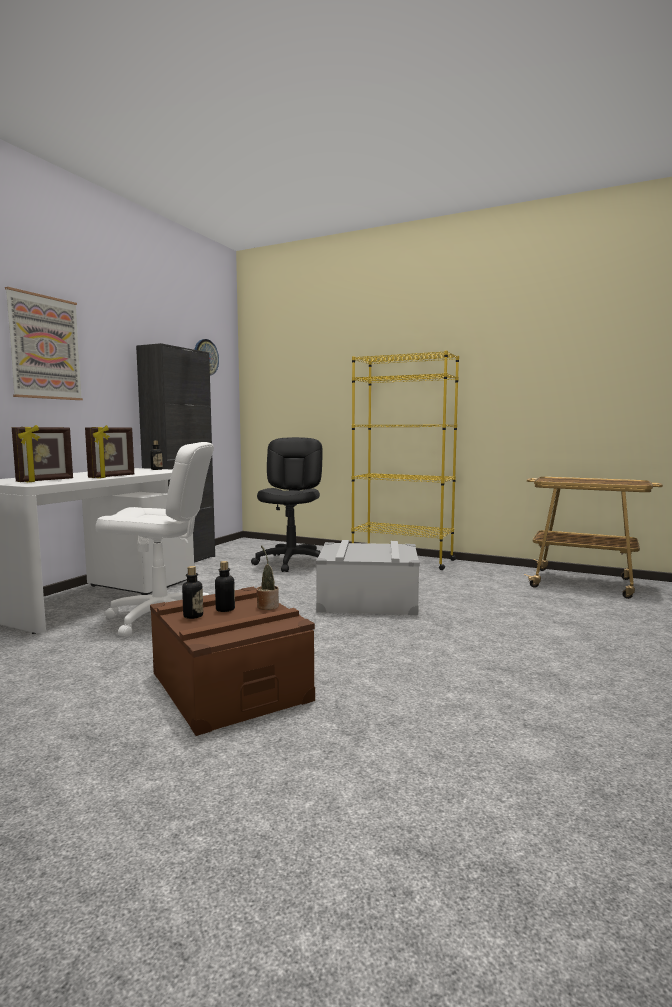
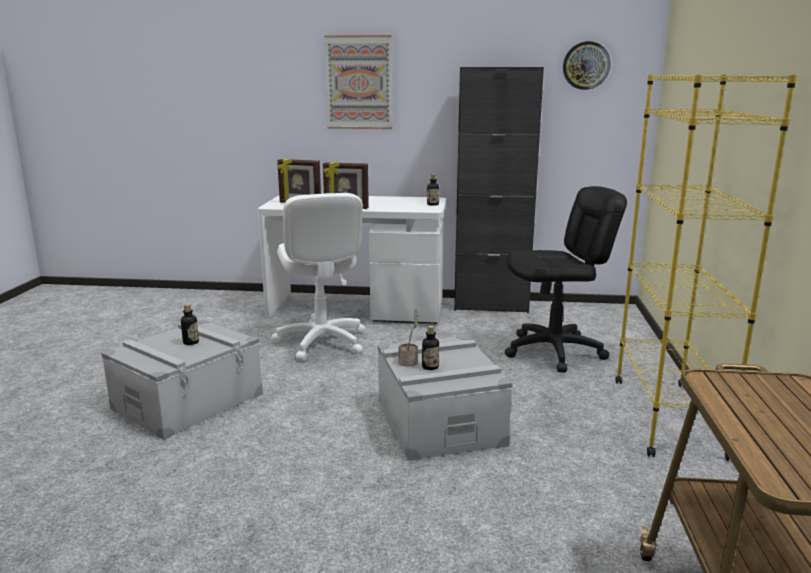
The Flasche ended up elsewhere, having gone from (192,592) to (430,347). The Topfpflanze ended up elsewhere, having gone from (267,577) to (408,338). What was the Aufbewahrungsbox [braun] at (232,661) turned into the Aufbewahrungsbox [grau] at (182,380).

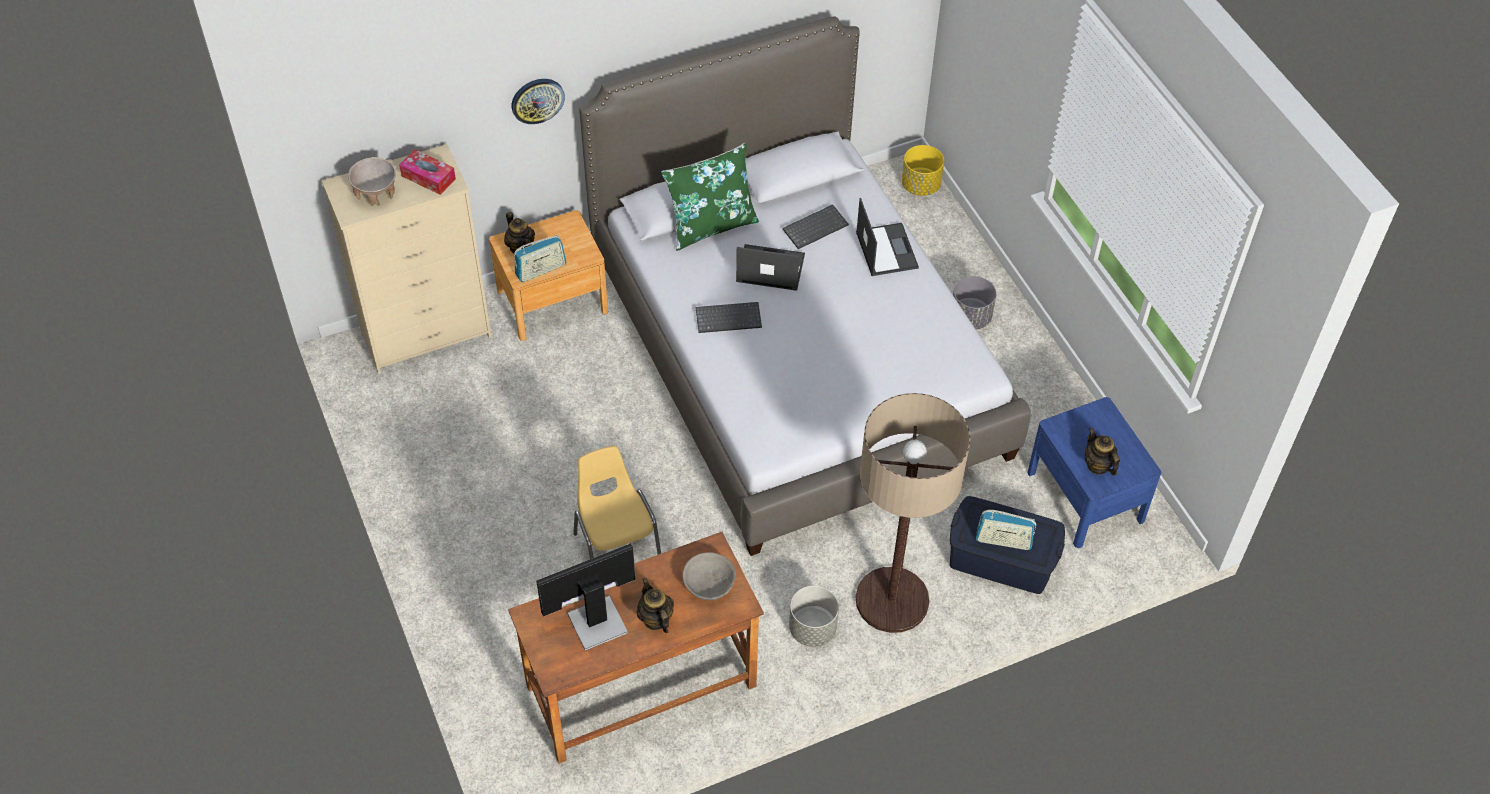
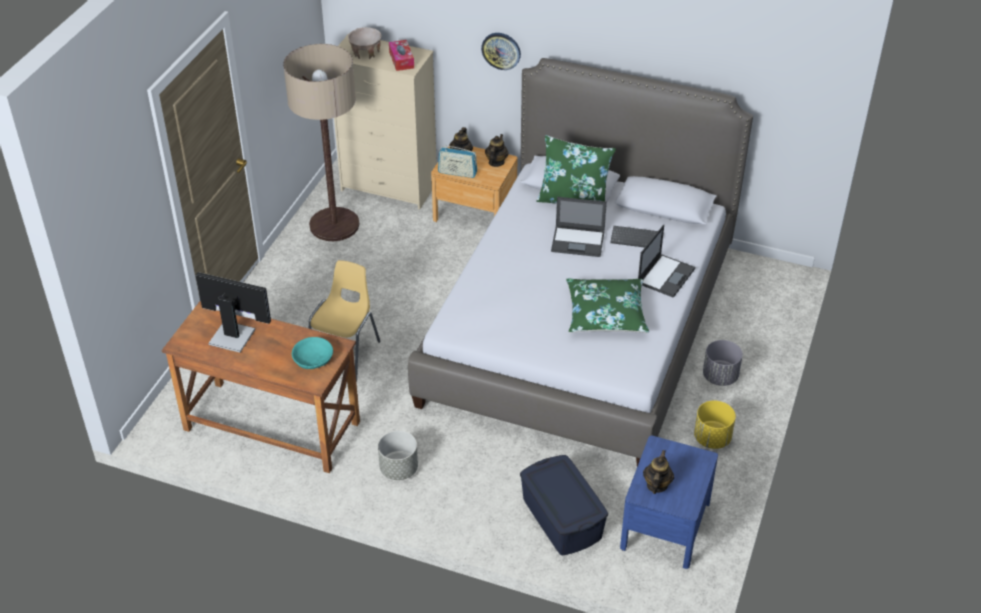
The second view lost the Tastatur at (729,317). The second view lost the Radio at (1006,530). The second view gained the Kissen [grün] at (607,306). The Teekanne ended up elsewhere, having gone from (655,605) to (497,150). The Stehlampe ended up elsewhere, having gone from (913,513) to (321,142). The Pflanzkübel [gelb] ended up elsewhere, having gone from (923,170) to (715,425). What was the Schüssel [grau] at (708,576) turned into the Schüssel [türkis] at (312,353). The Laptop at (770,267) ended up facing another way, 135 degrees clockwise from before.

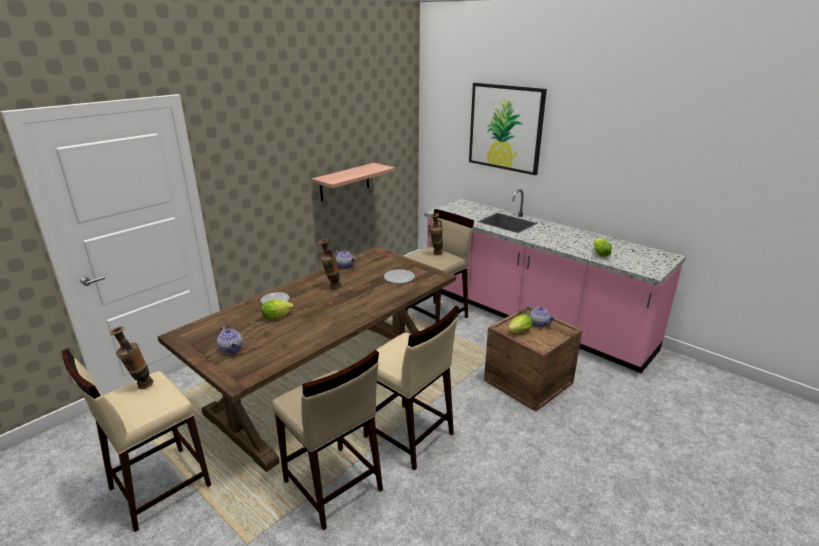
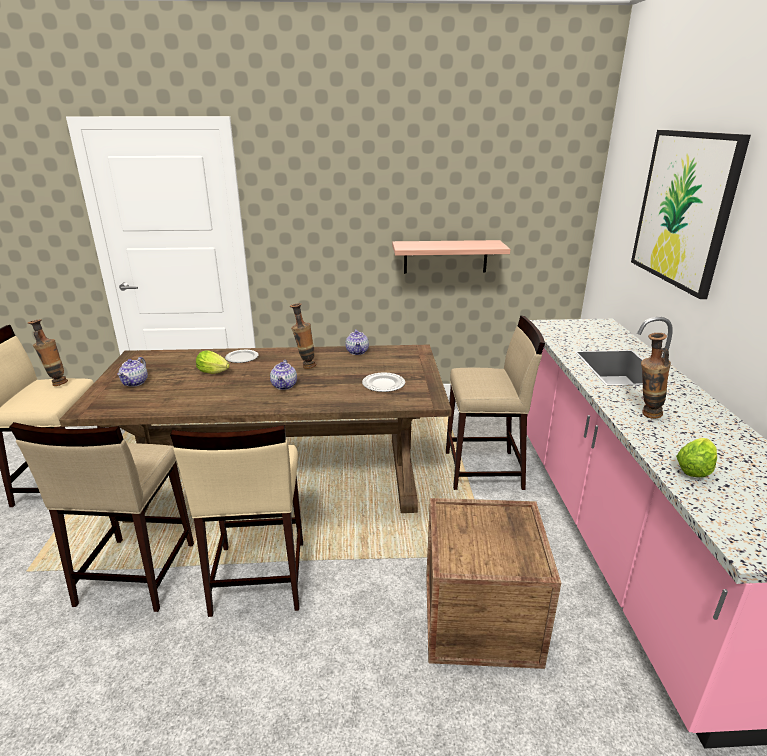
The second view lost the Salatkopf at (520,323). The Vase ended up elsewhere, having gone from (436,234) to (656,376). The Teekanne ended up elsewhere, having gone from (540,317) to (283,375).

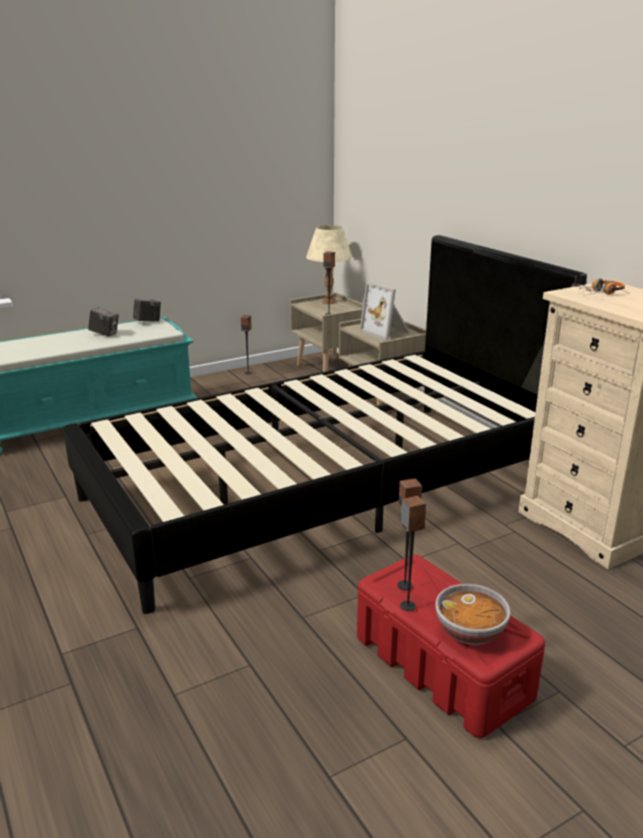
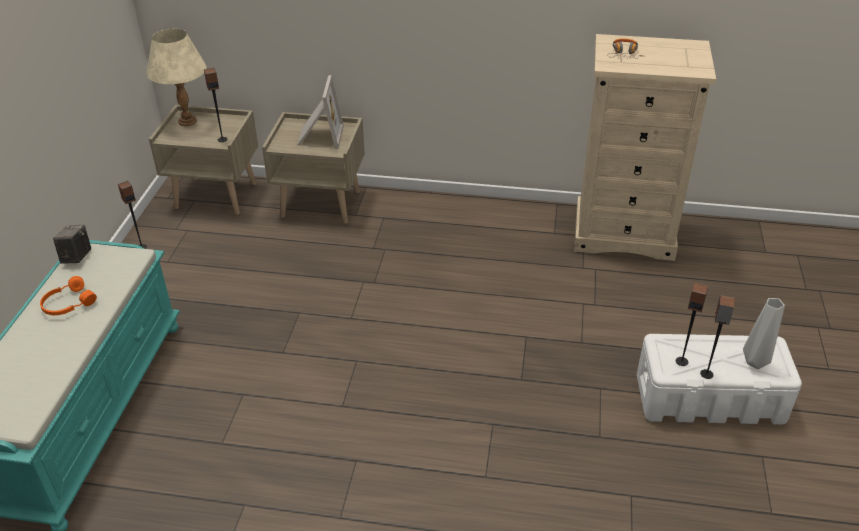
The second view lost the Bett [schwarz] at (325,424). Where the Kamera stood at (103,321), the Kopfhörer [orange] came to stand at (68,295). Where the Schüssel stood at (473,614), the Vase [grau] came to stand at (764,333). What was the Aufbewahrungsbox [rot] at (451,646) turned into the Aufbewahrungsbox [weiß] at (719,379). The Bilderrahmen at (384,311) ended up facing another way, 90 degrees counterclockwise from before.

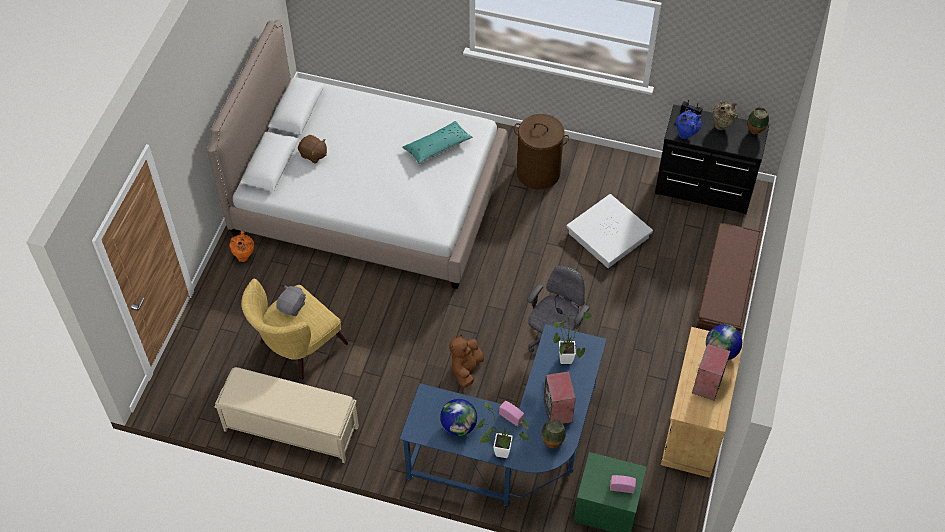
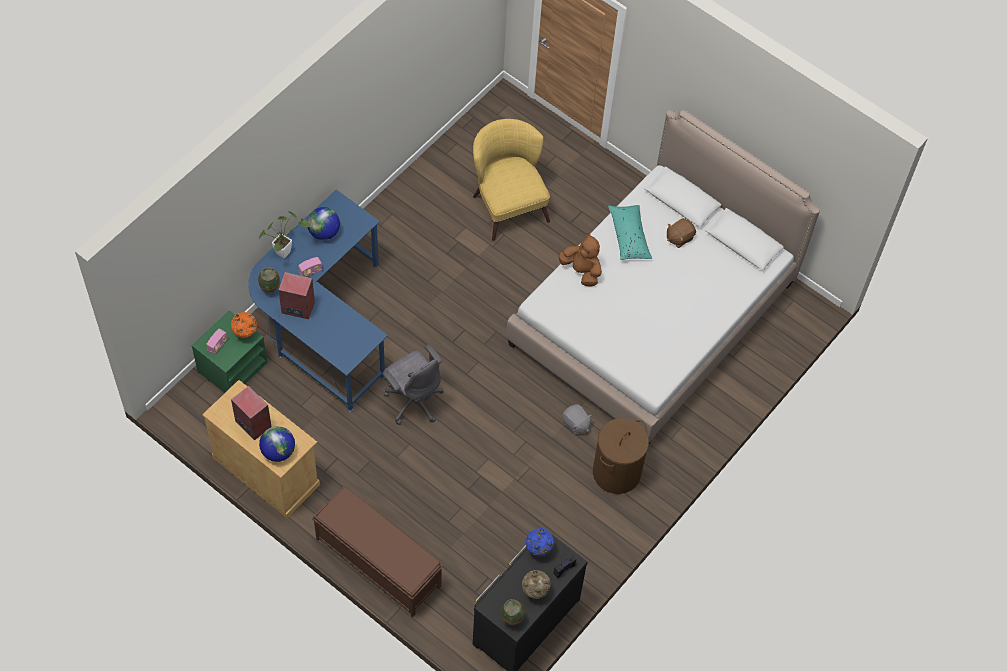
The second view lost the Bank [beige] at (287,415). The second view lost the Topfpflanze at (573,338). The second view lost the Aufbewahrungsbox [weiß] at (609,231). The Vase [orange] ended up elsewhere, having gone from (241,246) to (244,325). The Plüschtier [grau] ended up elsewhere, having gone from (291,300) to (577,419). The Kissen [türkis] ended up elsewhere, having gone from (437,142) to (630,232). The Plüschtier [braun] ended up elsewhere, having gone from (466,361) to (580,260).

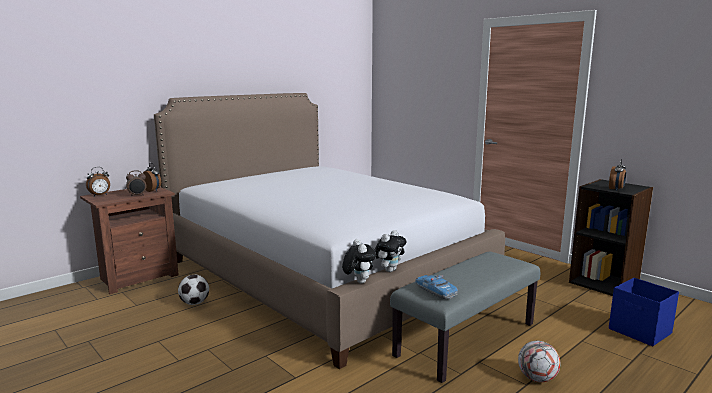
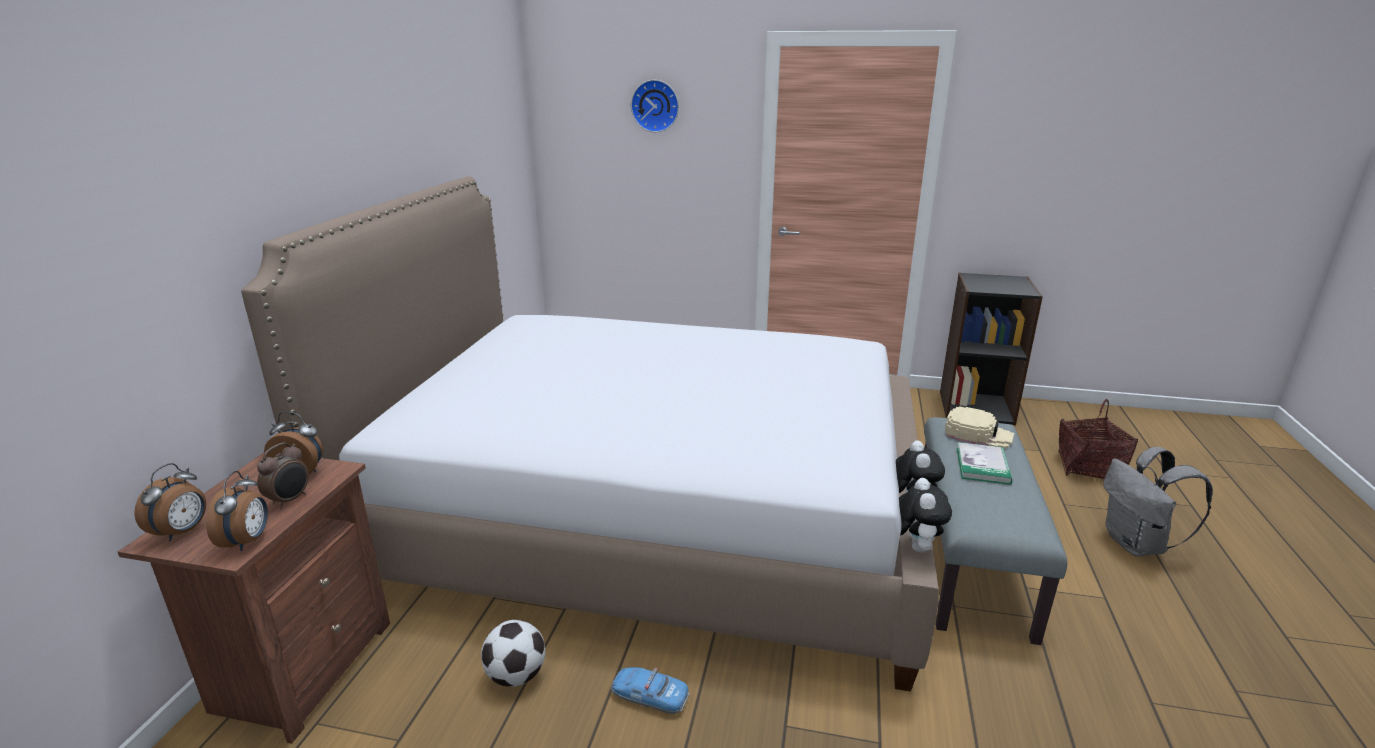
The second view lost the Fußball at (539,361). The second view gained the Wanduhr at (655,106). The second view gained the Kappe [beige] at (979,427). The second view gained the Buch at (984,463). The second view gained the Rucksack [grau] at (1158,501). The Spielzeugauto ended up elsewhere, having gone from (436,287) to (650,690). The Wecker ended up elsewhere, having gone from (617,175) to (237,511). Where the Aufbewahrungsbox [blau] stood at (644,312), the Korb came to stand at (1098,439). The Plüschtier at (359,261) ended up facing another way, 60 degrees clockwise from before.

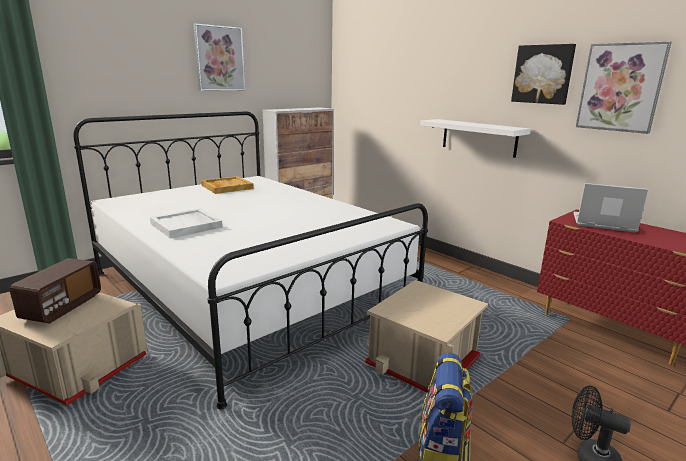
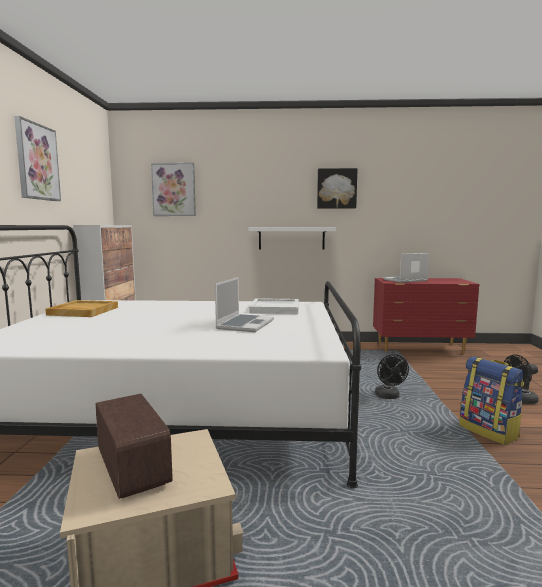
The second view gained the Laptop at (244,304). The Tablett [weiß] ended up elsewhere, having gone from (186,223) to (274,306). The Bild ended up elsewhere, having gone from (624,87) to (173,189). Where the Aufbewahrungsbox [beige] stood at (426,336), the Ventilator [schwarz] came to stand at (392,376).

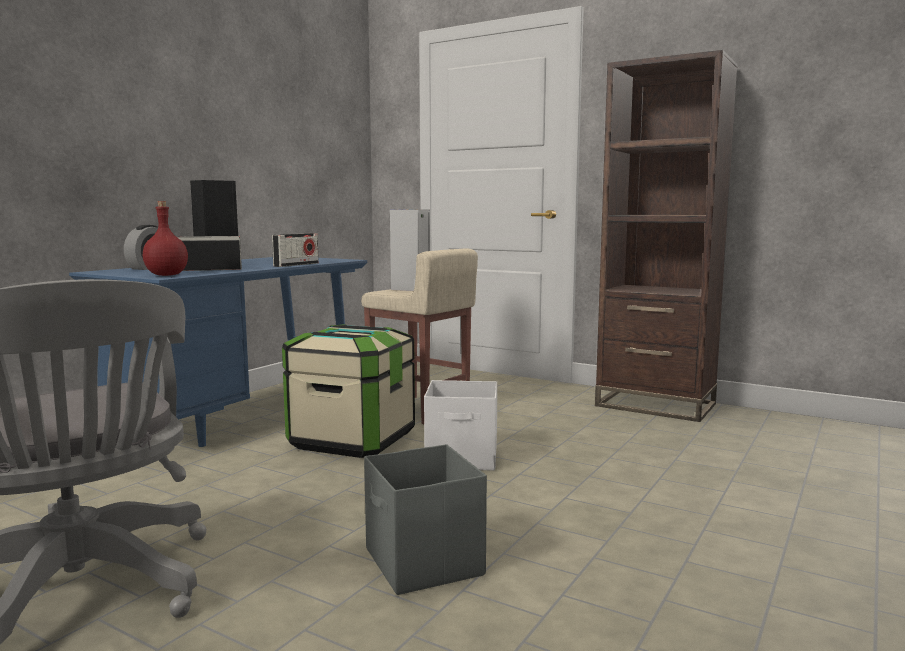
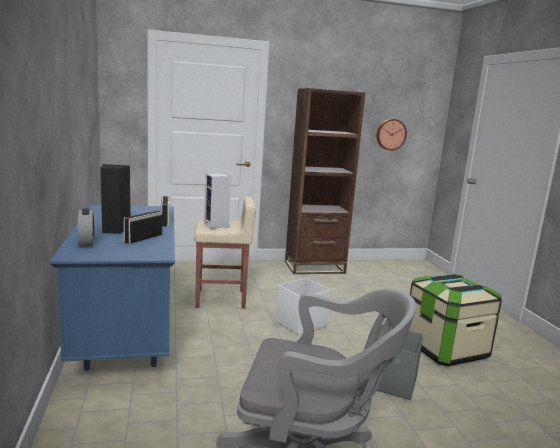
The second view lost the Flasche [rot] at (165,238). The second view gained the Wanduhr at (392,134). The Aufbewahrungsbox ended up elsewhere, having gone from (348,391) to (455,319).

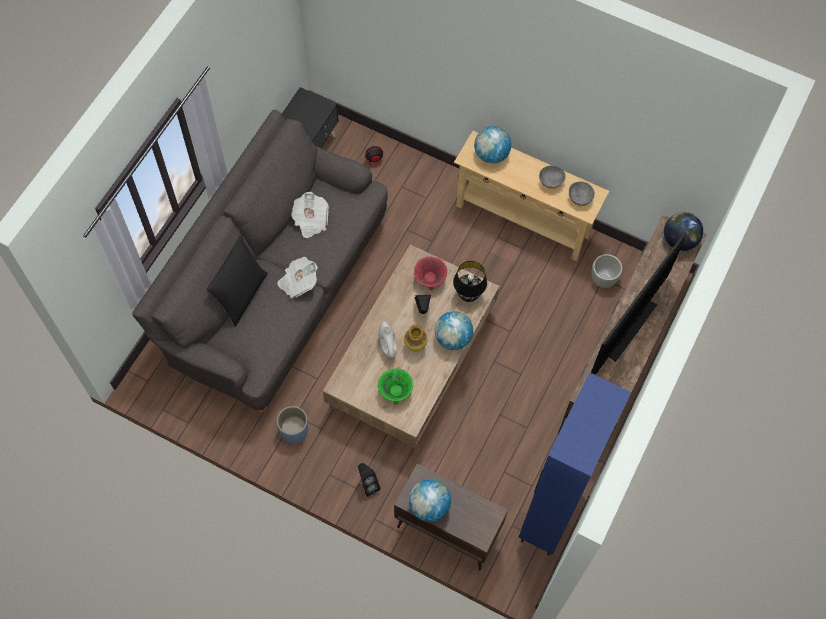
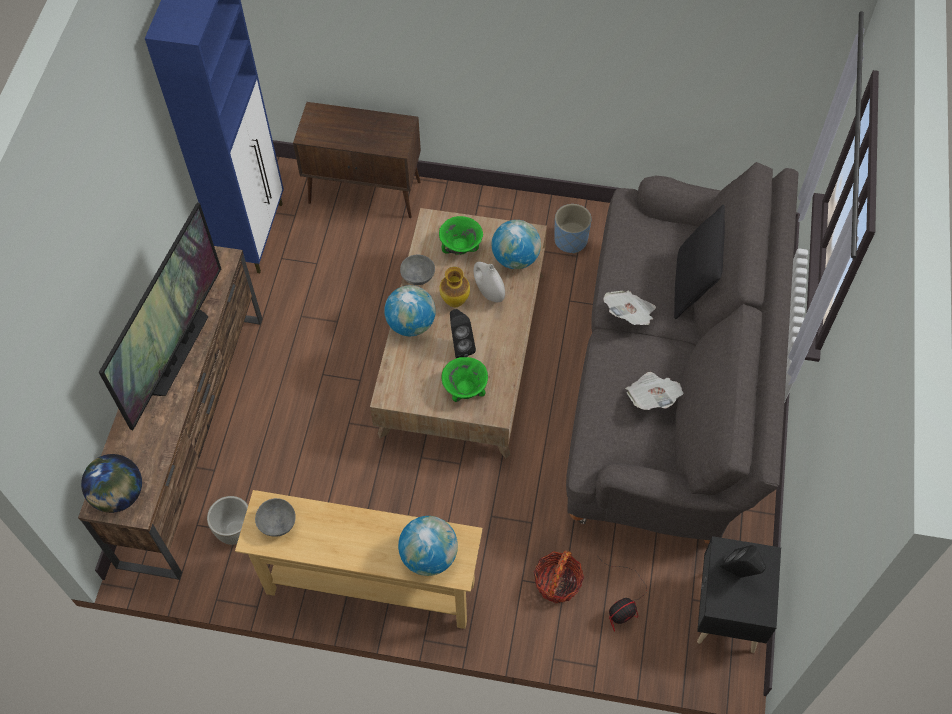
The second view lost the Tischlampe [schwarz] at (470,281). The second view gained the Korb at (559,576). The Lautsprecher [schwarz] ended up elsewhere, having gone from (369,480) to (743,561). The Globus ended up elsewhere, having gone from (430,500) to (516,244). The Schüssel [grau] ended up elsewhere, having gone from (552,177) to (417,269). What was the Schüssel [rot] at (430,273) turned into the Schüssel [grün] at (465,379).

